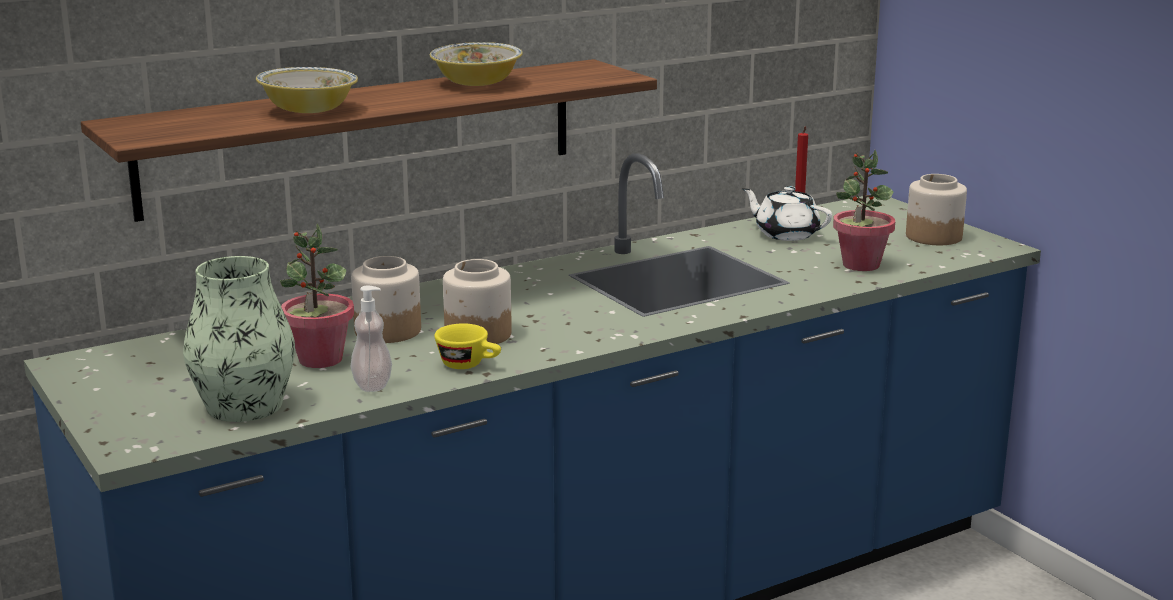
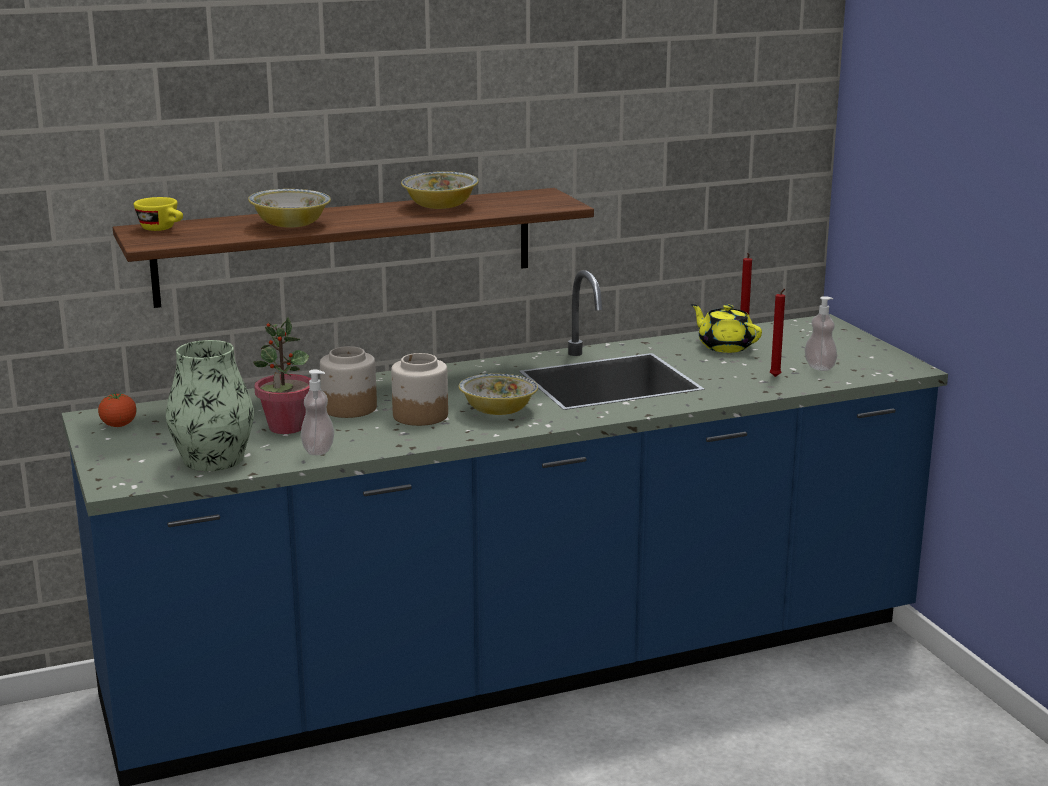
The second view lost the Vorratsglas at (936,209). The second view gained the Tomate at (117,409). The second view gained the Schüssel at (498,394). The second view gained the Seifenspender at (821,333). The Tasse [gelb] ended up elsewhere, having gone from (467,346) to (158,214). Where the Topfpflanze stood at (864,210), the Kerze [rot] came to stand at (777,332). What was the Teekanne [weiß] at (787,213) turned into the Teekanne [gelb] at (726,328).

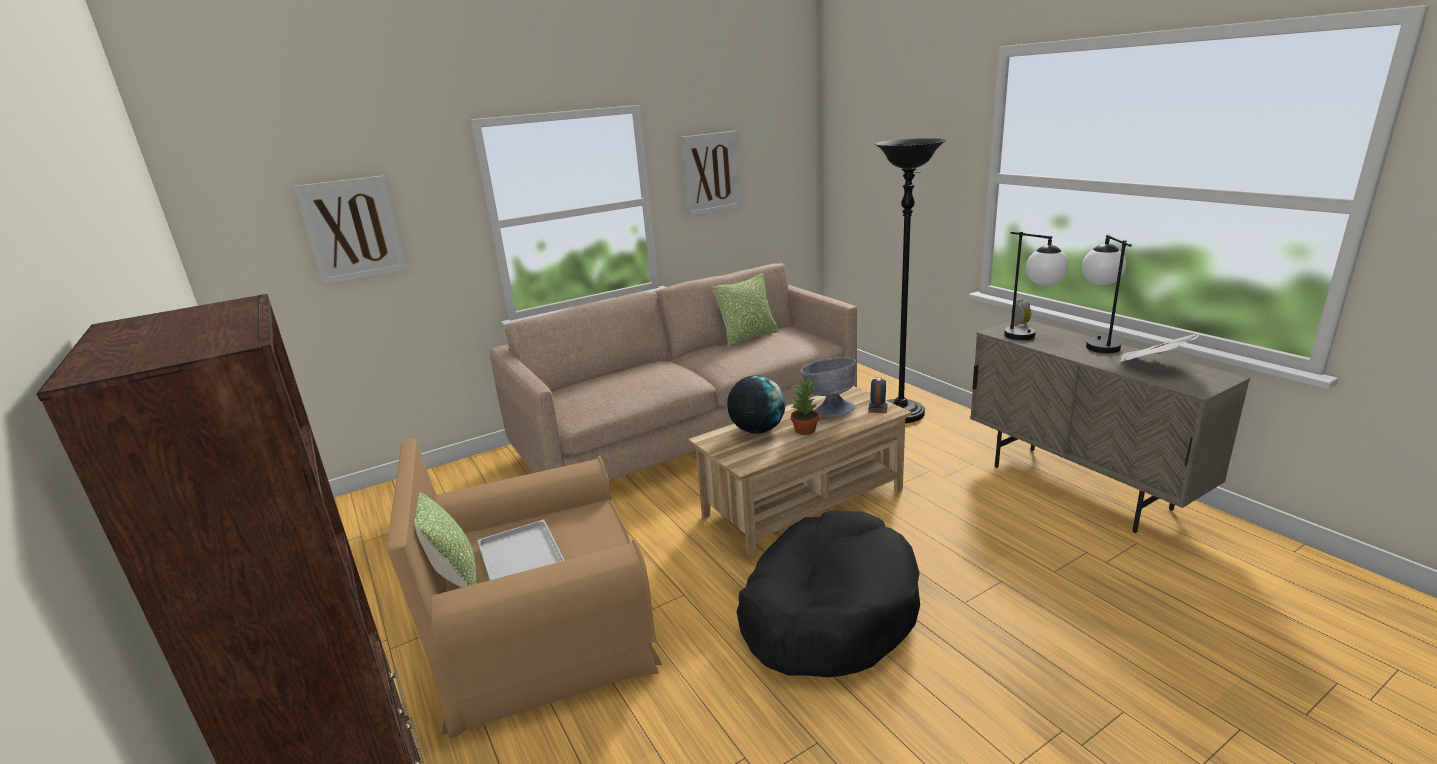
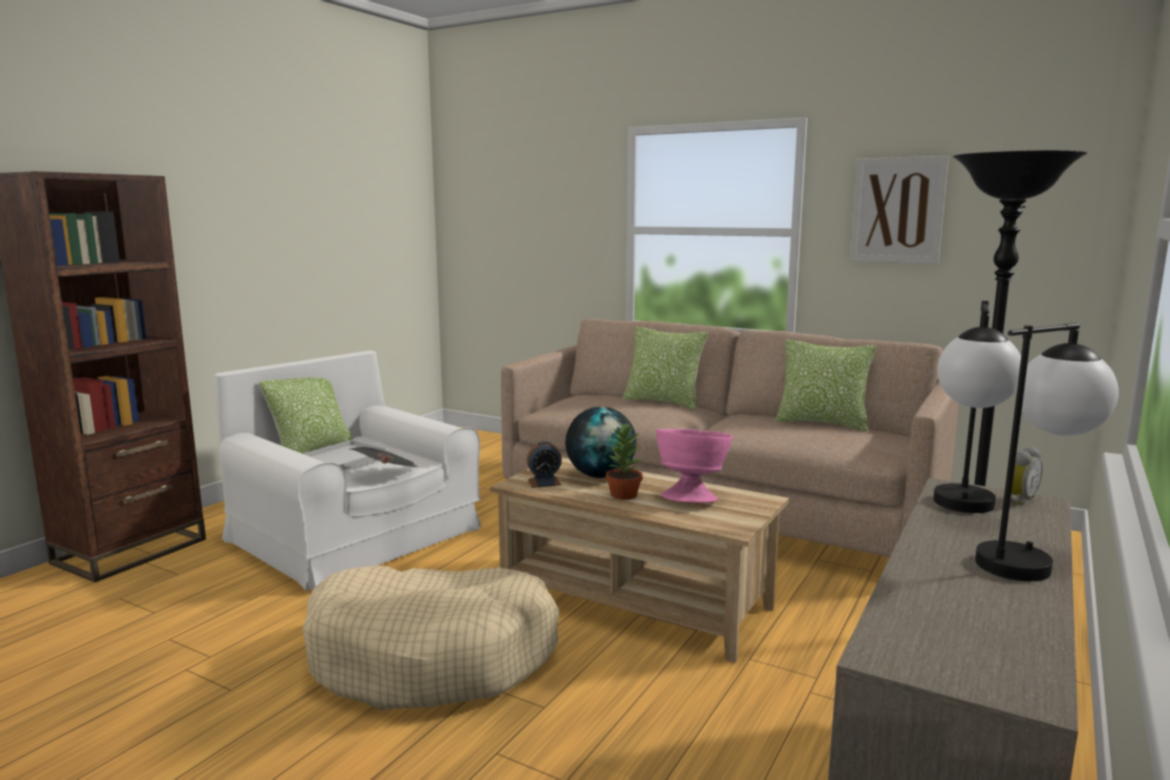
The second view lost the Bild at (350,230). The second view gained the Kissen at (665,367). The Wecker ended up elsewhere, having gone from (878,395) to (544,464). The Zeitung ended up elsewhere, having gone from (1159,348) to (384,457). What was the Sessel [braun] at (524,588) turned into the Sessel [weiß] at (347,472). What was the Hundebett [schwarz] at (828,593) turned into the Hundebett [beige] at (431,638). What was the Schüssel [grau] at (828,387) turned into the Schüssel [rosa] at (694,466).

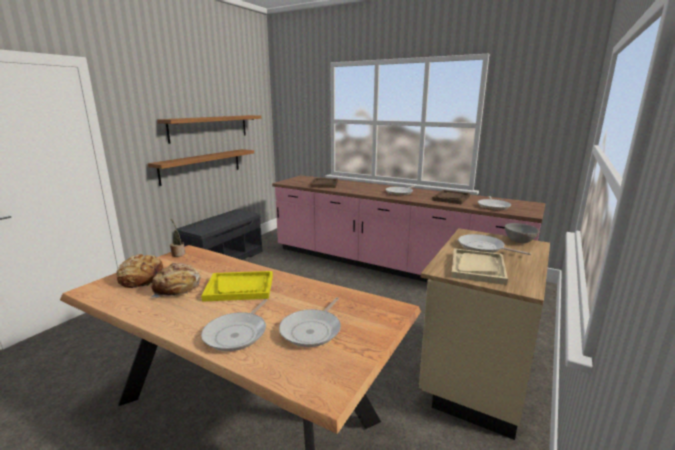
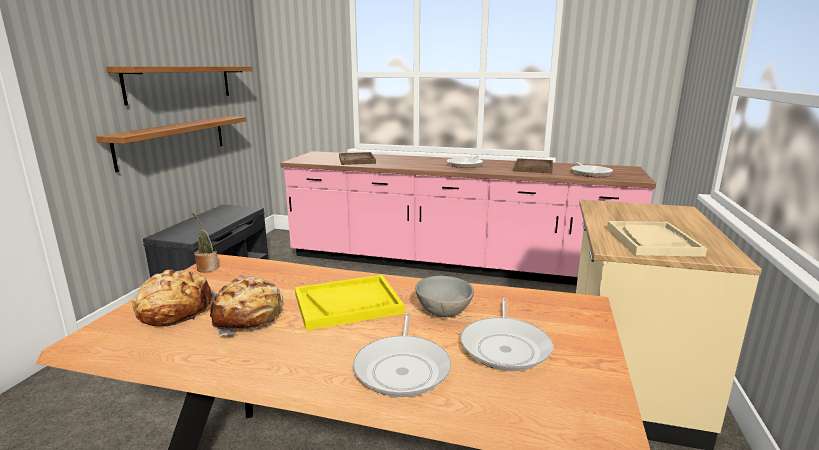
The second view lost the Pfanne at (494,244). The Schüssel [grau] ended up elsewhere, having gone from (522,233) to (444,296).

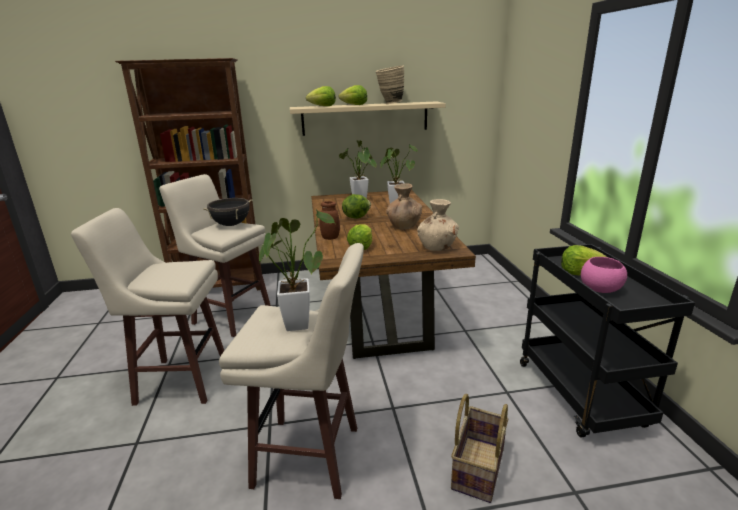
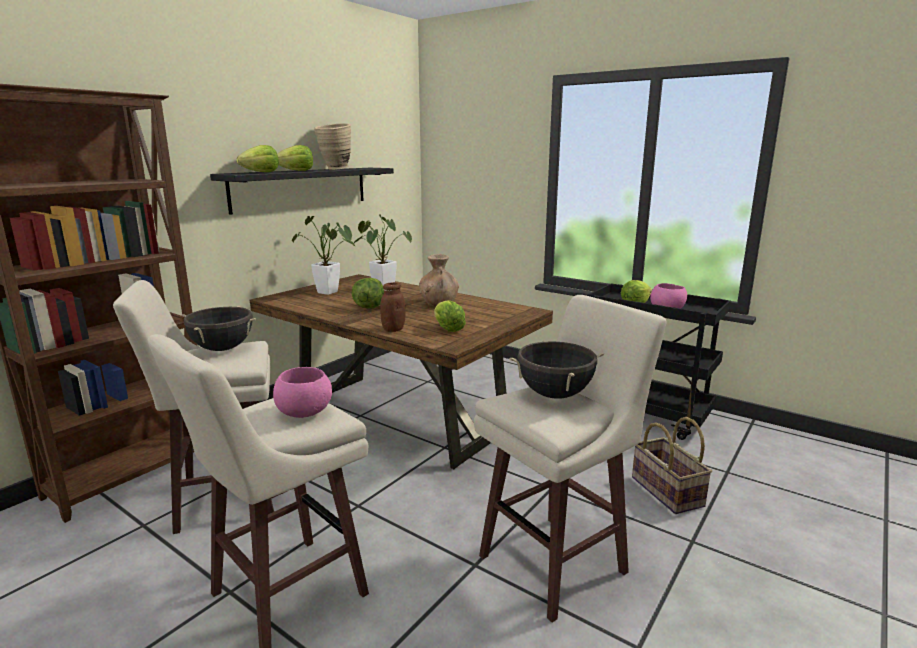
The second view lost the Vase [beige] at (438,225). The second view gained the Schüssel [rosa] at (302,392). Where the Topfpflanze stood at (297,270), the Kochtopf [schwarz] came to stand at (556,369). What was the Wandregal [beige] at (368,118) turned into the Wandregal [schwarz] at (302,191).

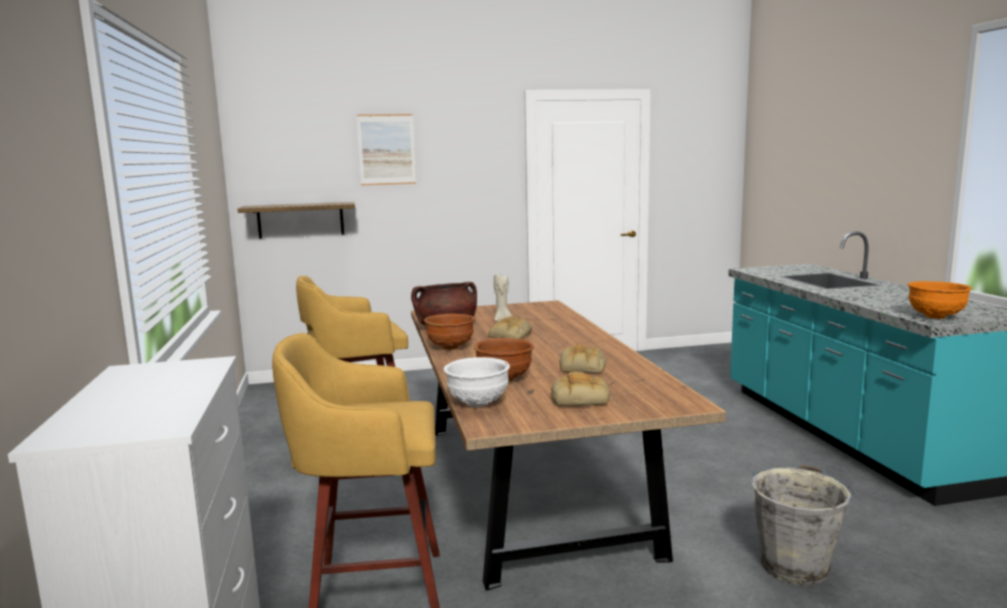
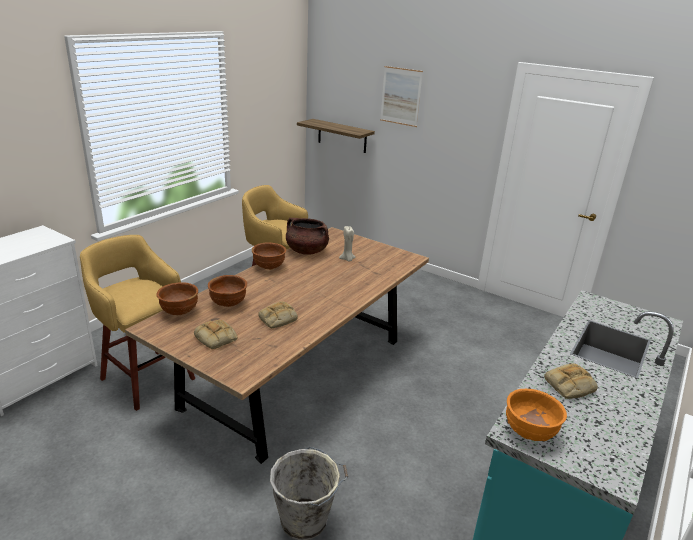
The Brot ended up elsewhere, having gone from (510,327) to (571,381). What was the Schüssel [weiß] at (477,382) turned into the Schüssel [braun] at (177,298).

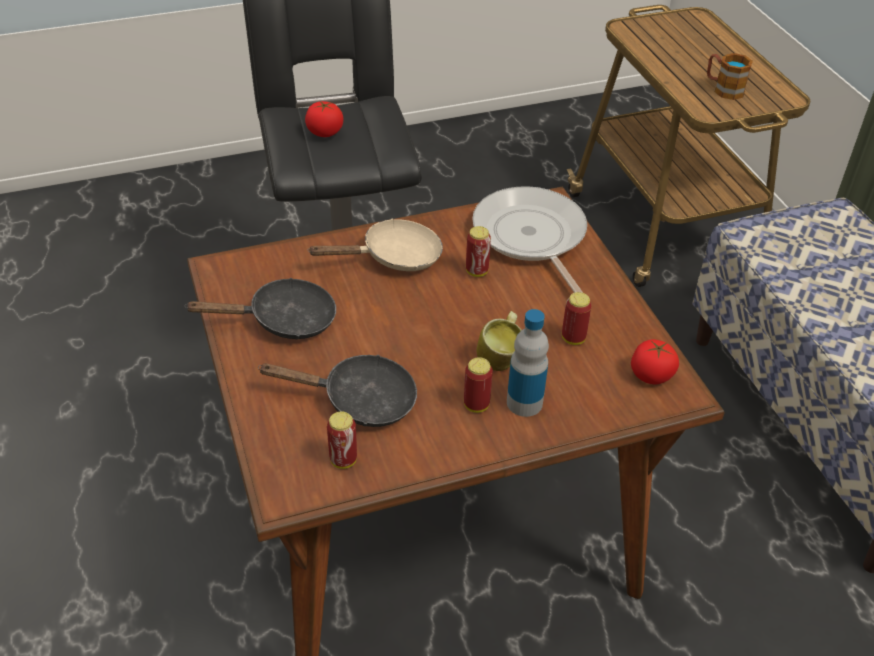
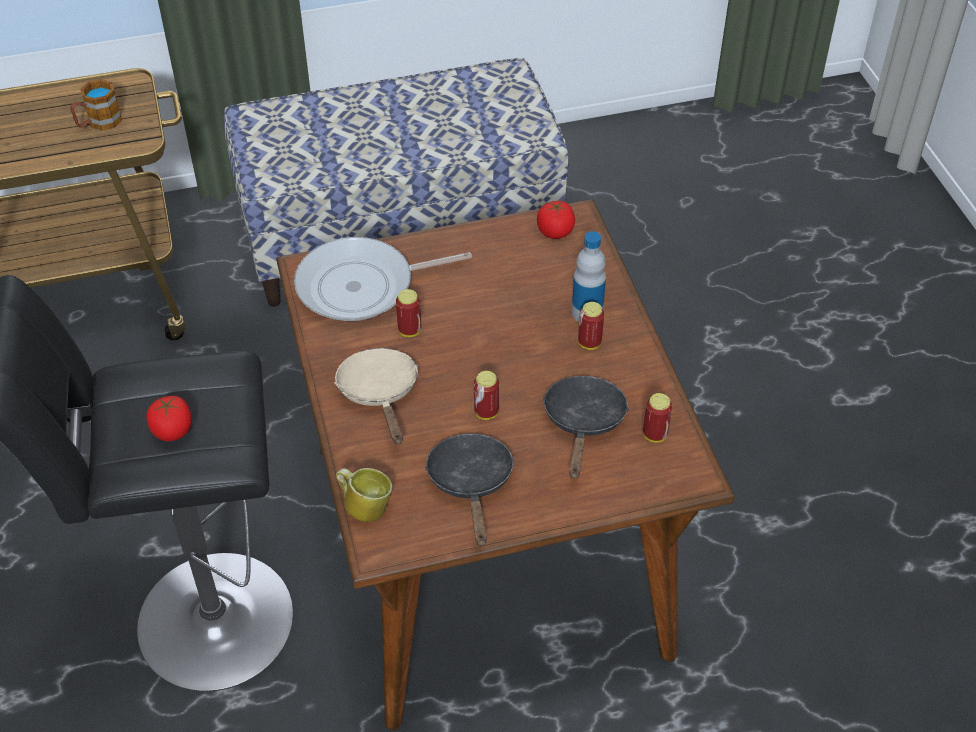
The Henkelbecher ended up elsewhere, having gone from (499,341) to (364,495). The Dose ended up elsewhere, having gone from (577,318) to (486,395).

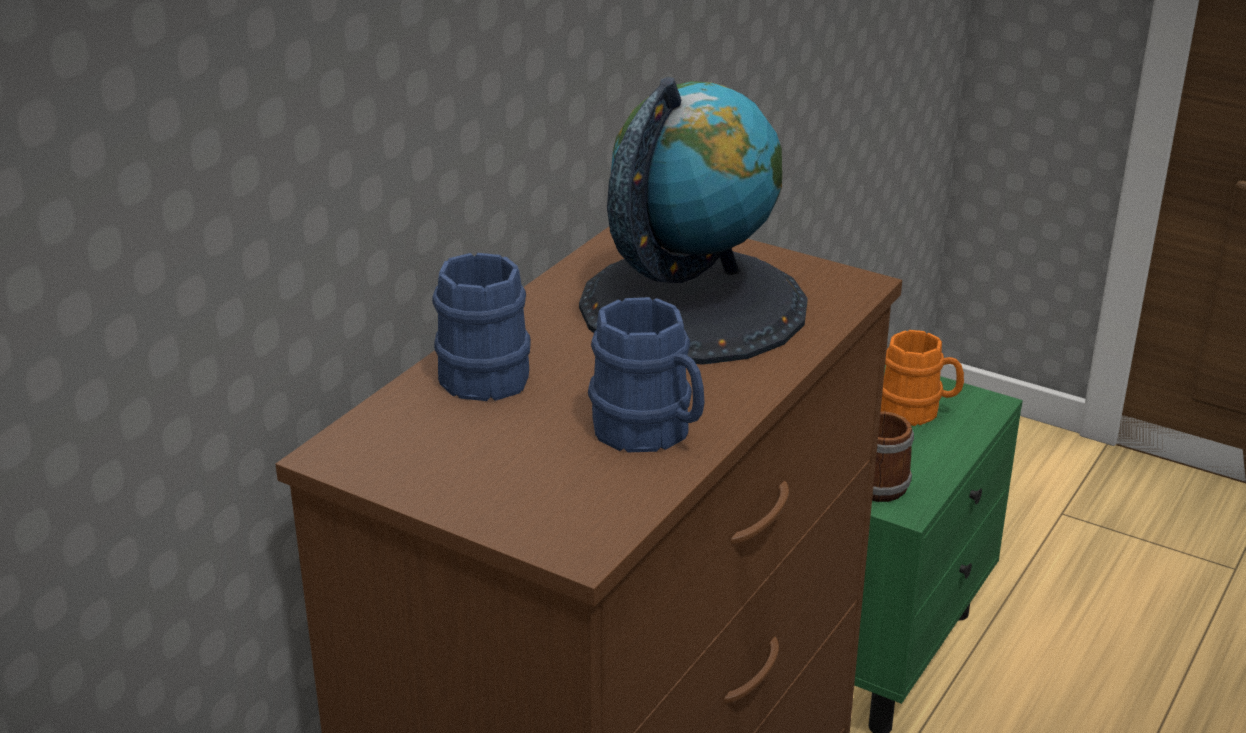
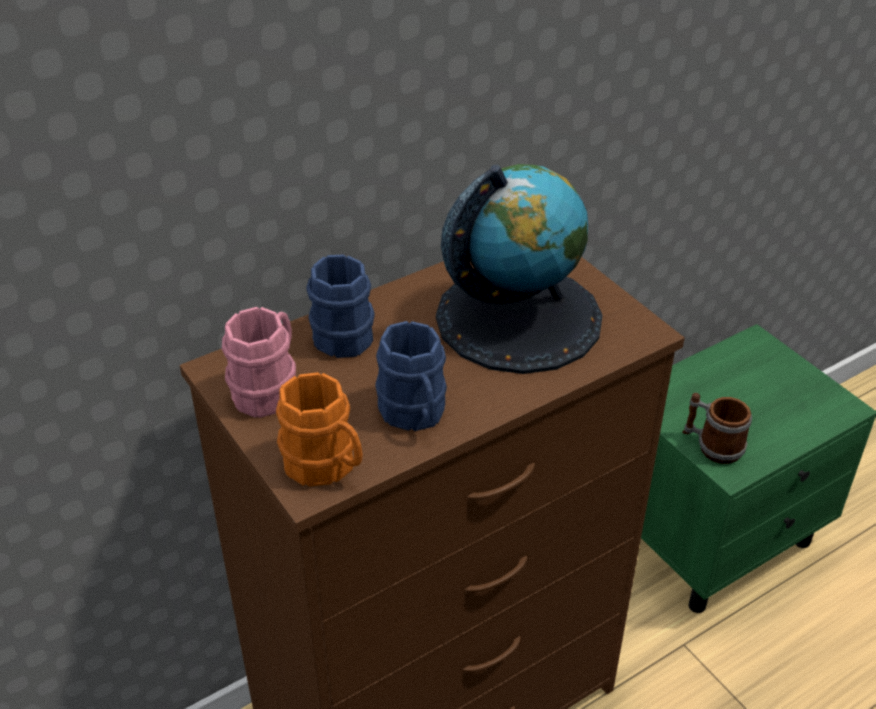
The second view gained the Henkelbecher [rosa] at (259,362). The Henkelbecher [orange] ended up elsewhere, having gone from (922,378) to (319,429).

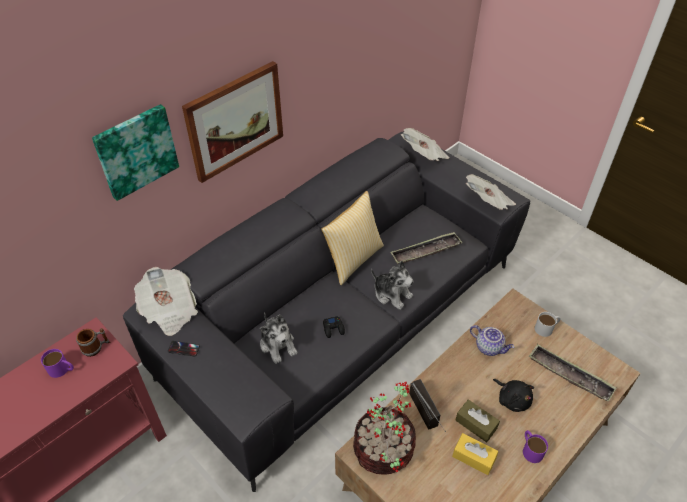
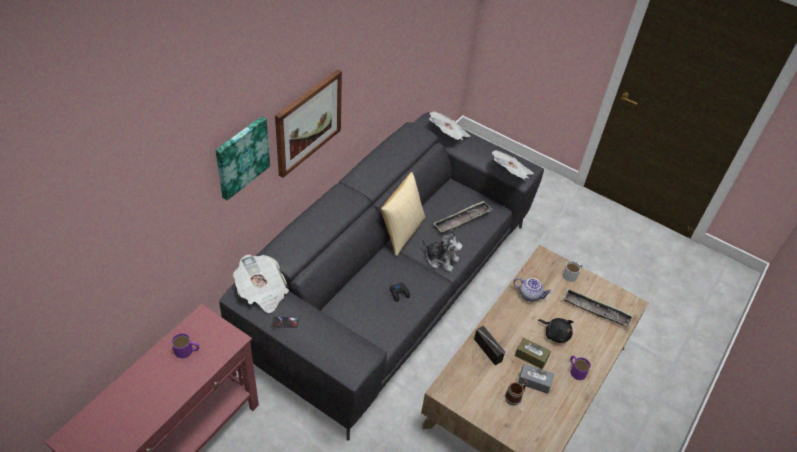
The second view lost the Plüschtier at (278,338). The second view lost the Topfpflanze at (384,428). The Henkelbecher ended up elsewhere, having gone from (93,342) to (516,393). What was the Taschentuchbox [gelb] at (475,454) turned into the Taschentuchbox [grau] at (536,379).

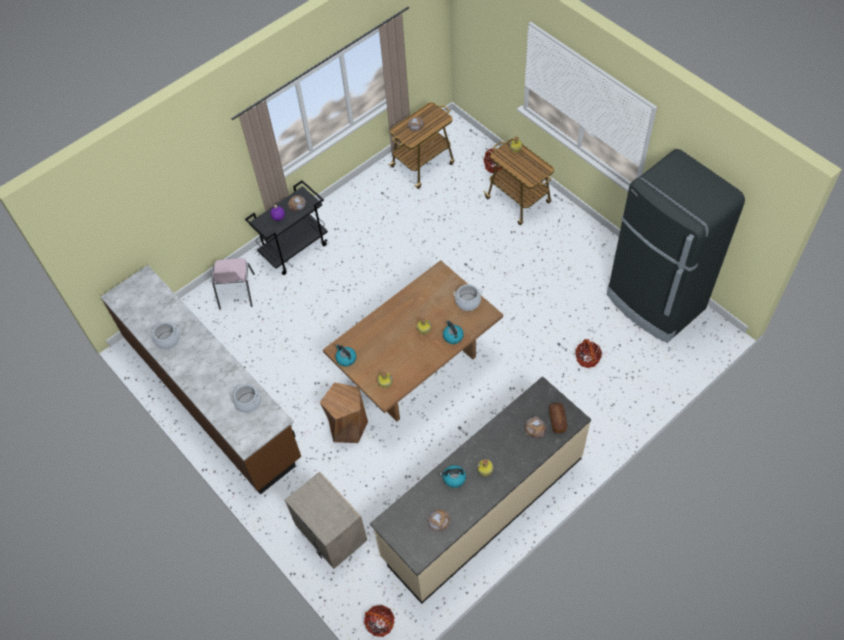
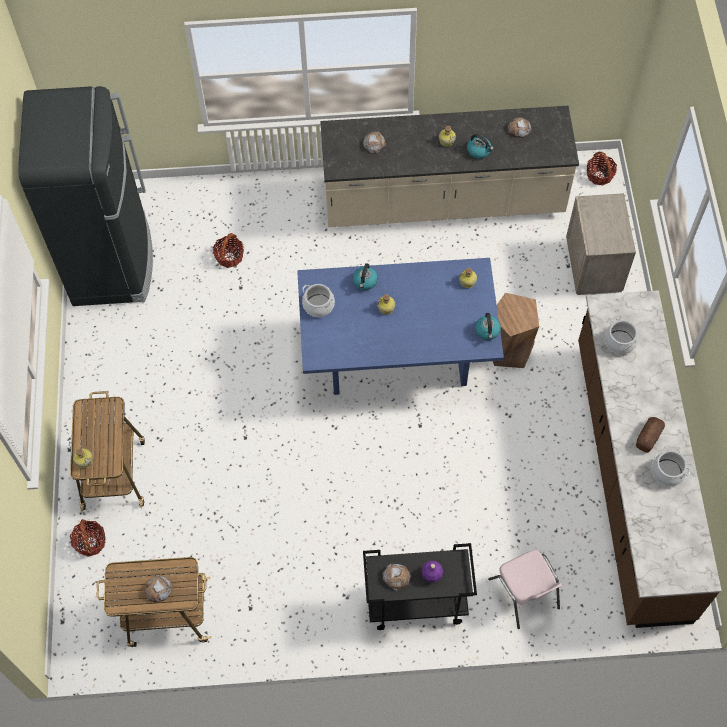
The Brot ended up elsewhere, having gone from (558,418) to (650,435). What was the Esstisch [braun] at (413,341) turned into the Esstisch [blau] at (400,326). The Stuhl [rosa] at (233,283) ended up facing another way, 120 degrees clockwise from before.

